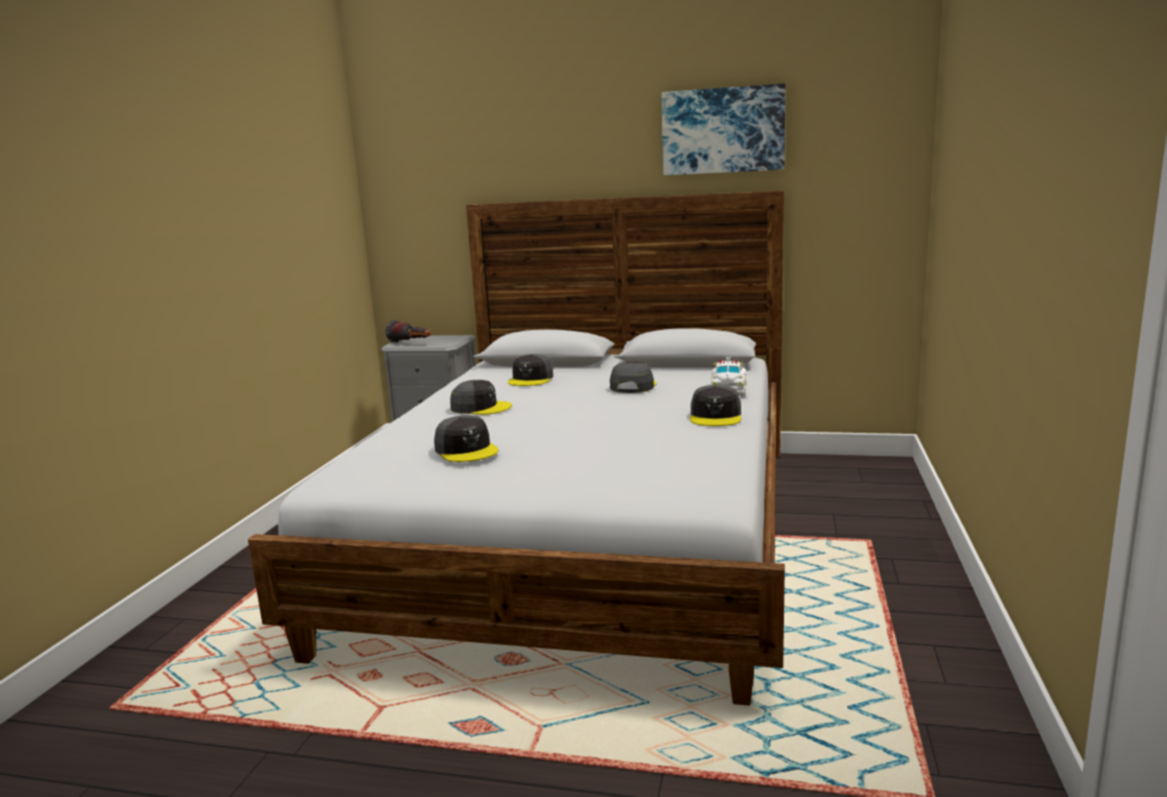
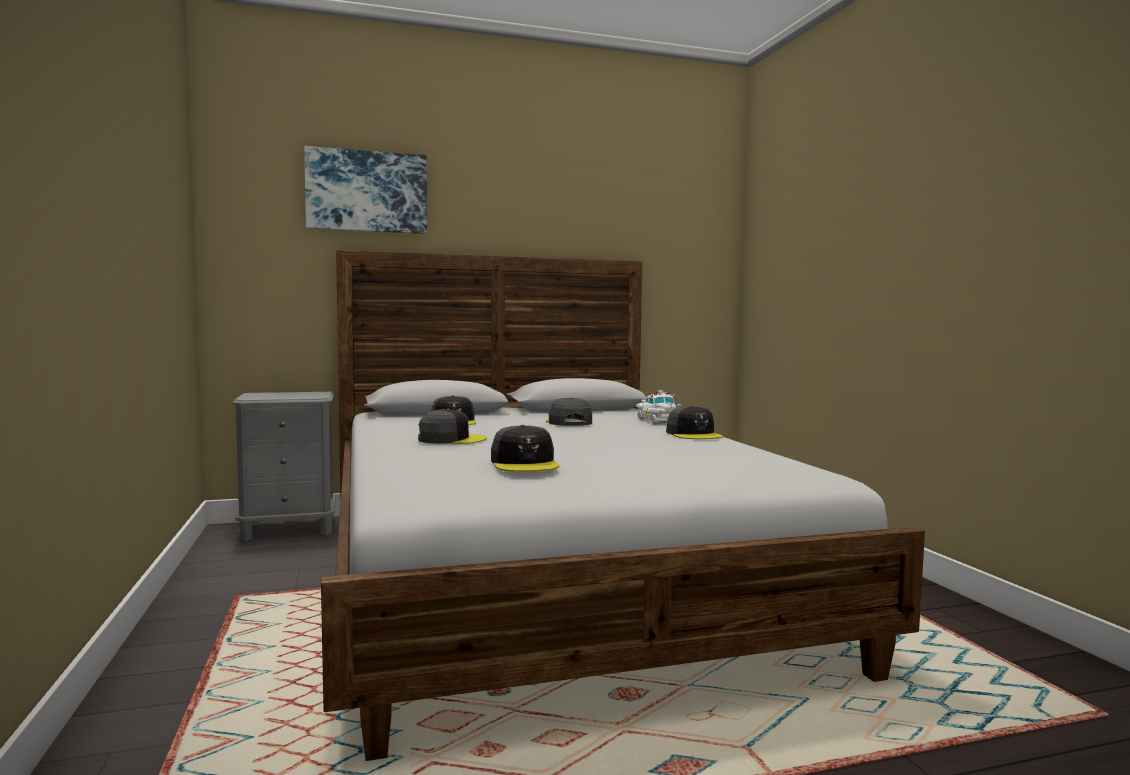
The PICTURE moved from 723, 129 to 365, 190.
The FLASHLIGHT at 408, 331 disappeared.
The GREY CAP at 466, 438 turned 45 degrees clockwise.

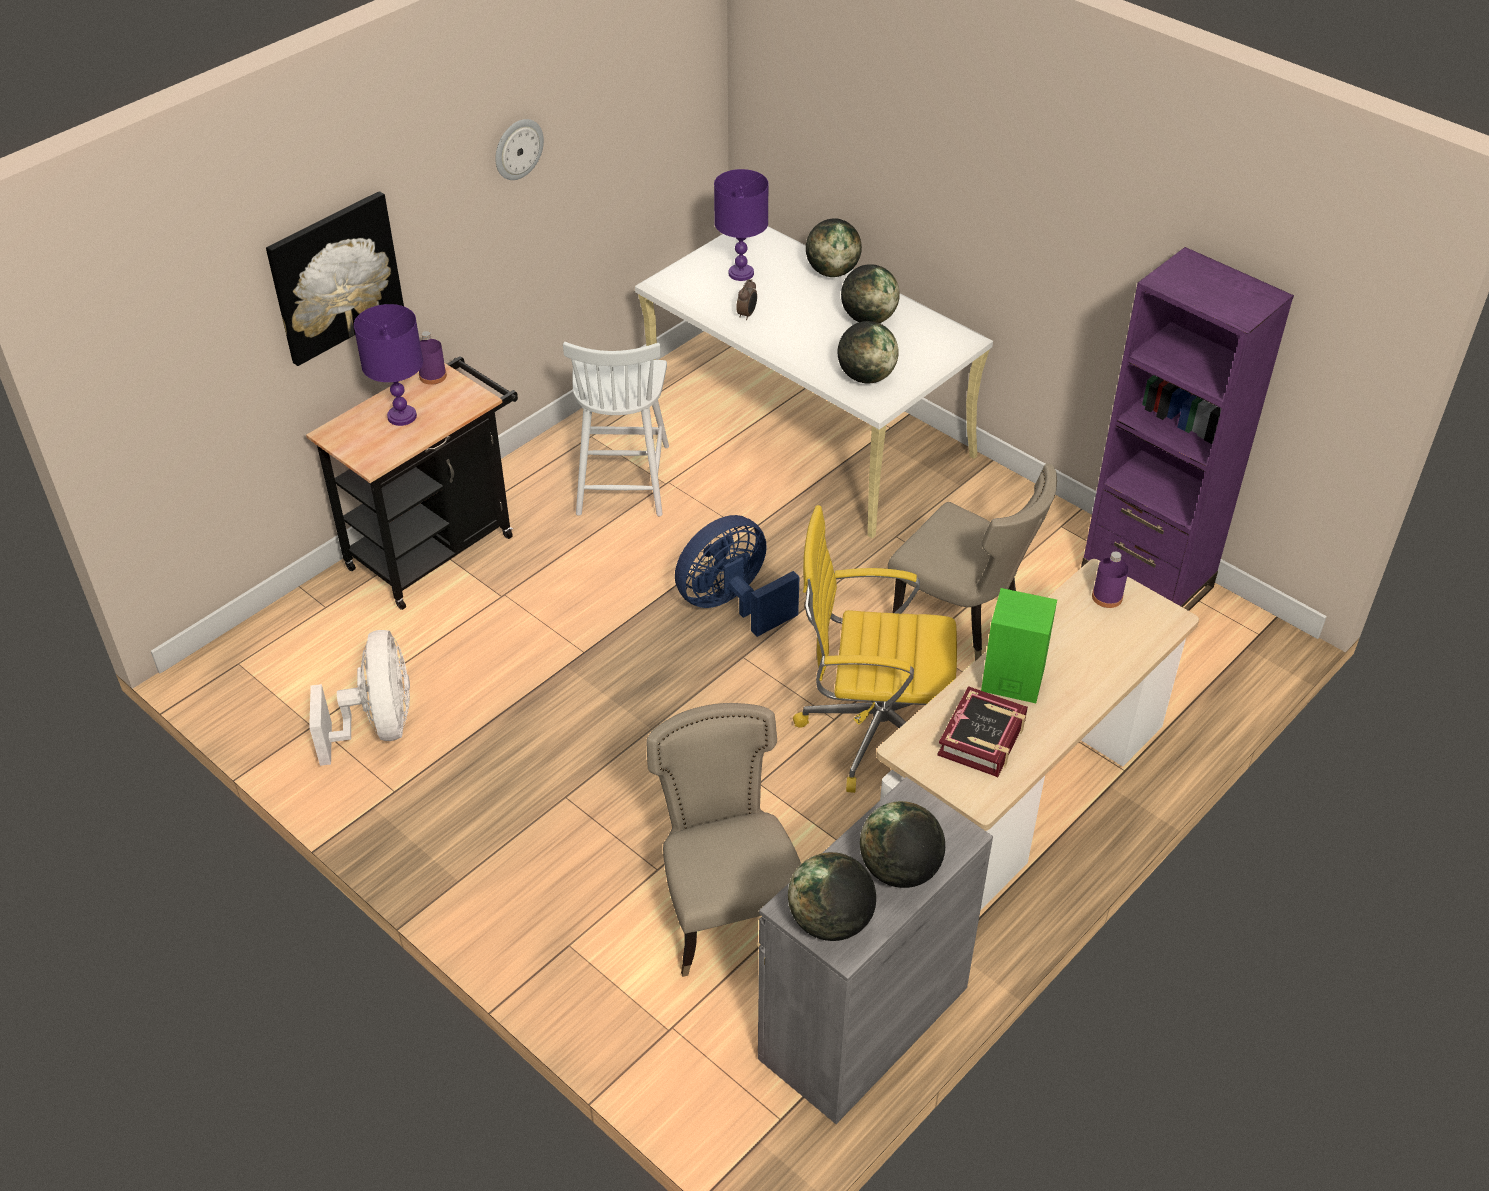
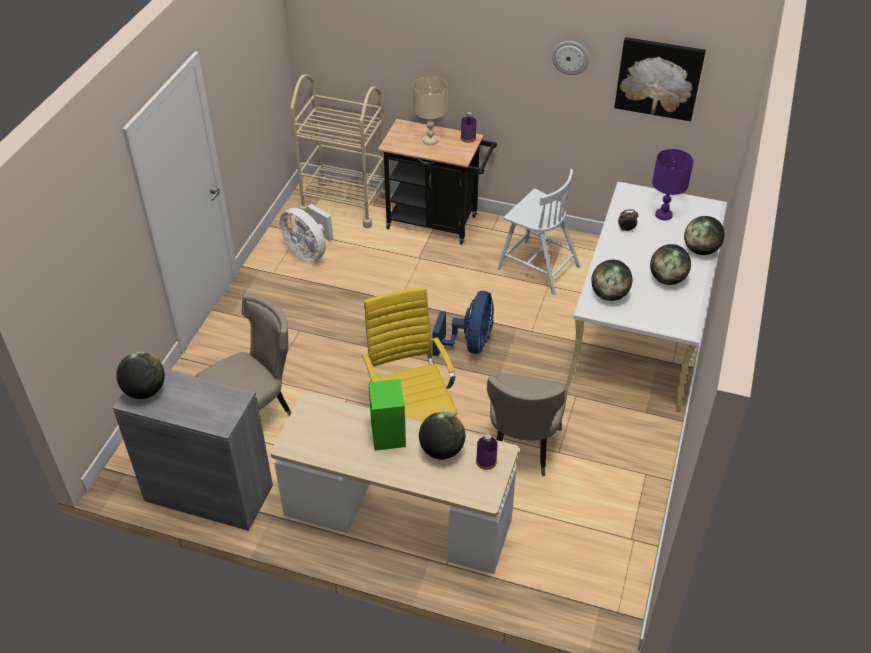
The PICTURE moved from 335, 278 to 660, 79.
The PURPLE BOOKCASE at 1187, 429 disappeared.
The PURPLE TABLE LAMP at 388, 365 became the BEIGE TABLE LAMP at 430, 110.
The WHITE CHAIR at 616, 429 turned 120 degrees counterclockwise.
The BLUE FAN at 737, 576 turned 75 degrees clockwise.
The WHITE FAN at 359, 698 turned 75 degrees clockwise.
The BOOK at 982, 731 disappeared.
The GLOBE moved from 902, 844 to 442, 436.
The BEIGE CART at 338, 151 appeared.

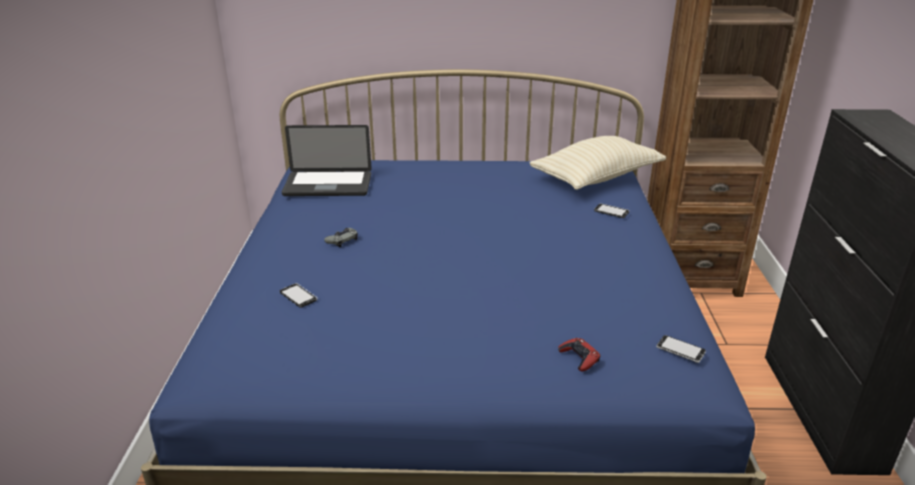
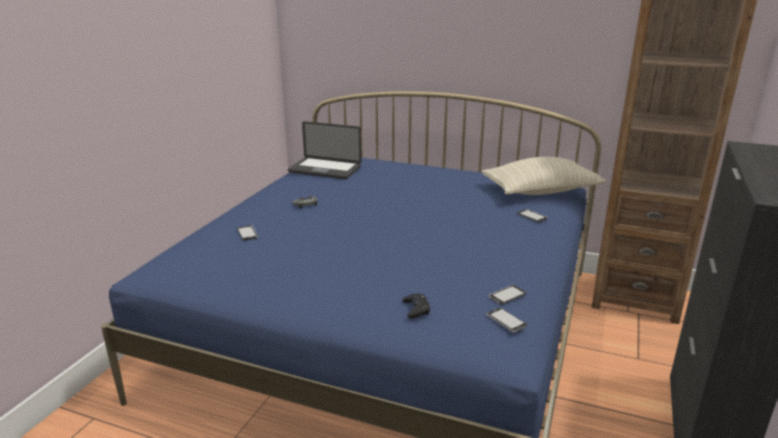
The RED GAME CONTROLLER at 579, 354 became the BLACK GAME CONTROLLER at 416, 306.
The PHONE at 507, 295 appeared.

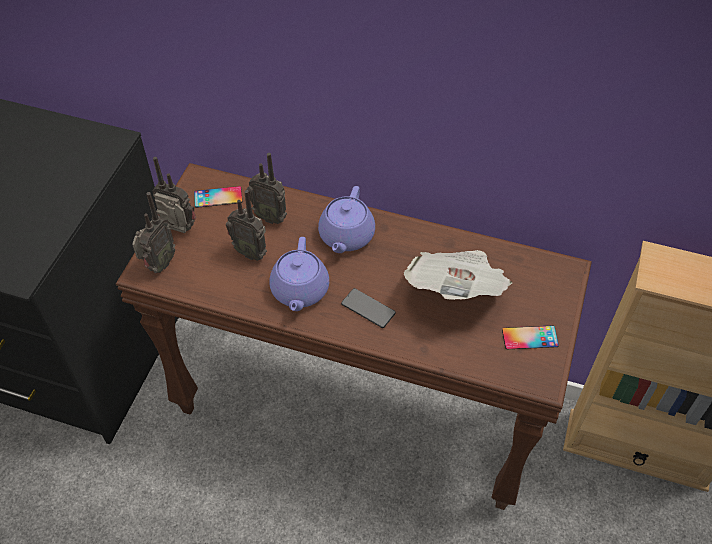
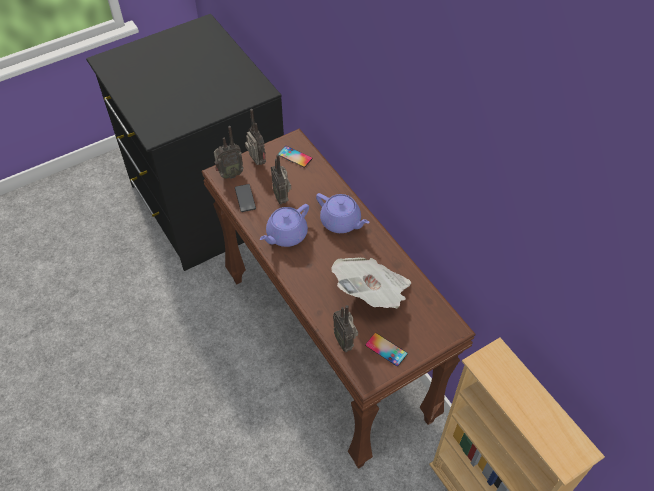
The RADIO moved from 266, 188 to 345, 328.
The PURPLE TEAPOT at 346, 219 turned 105 degrees counterclockwise.
The PHONE moved from 368, 308 to 245, 198.

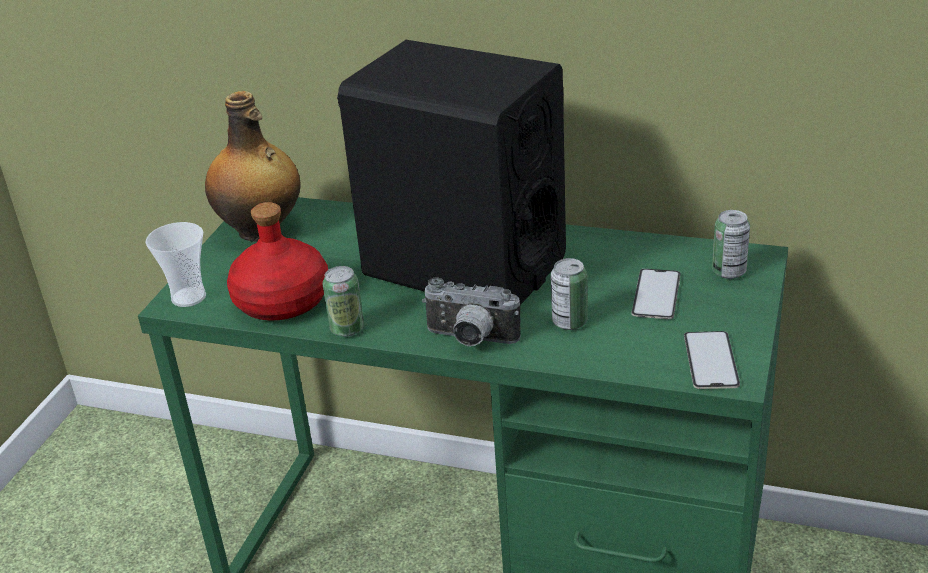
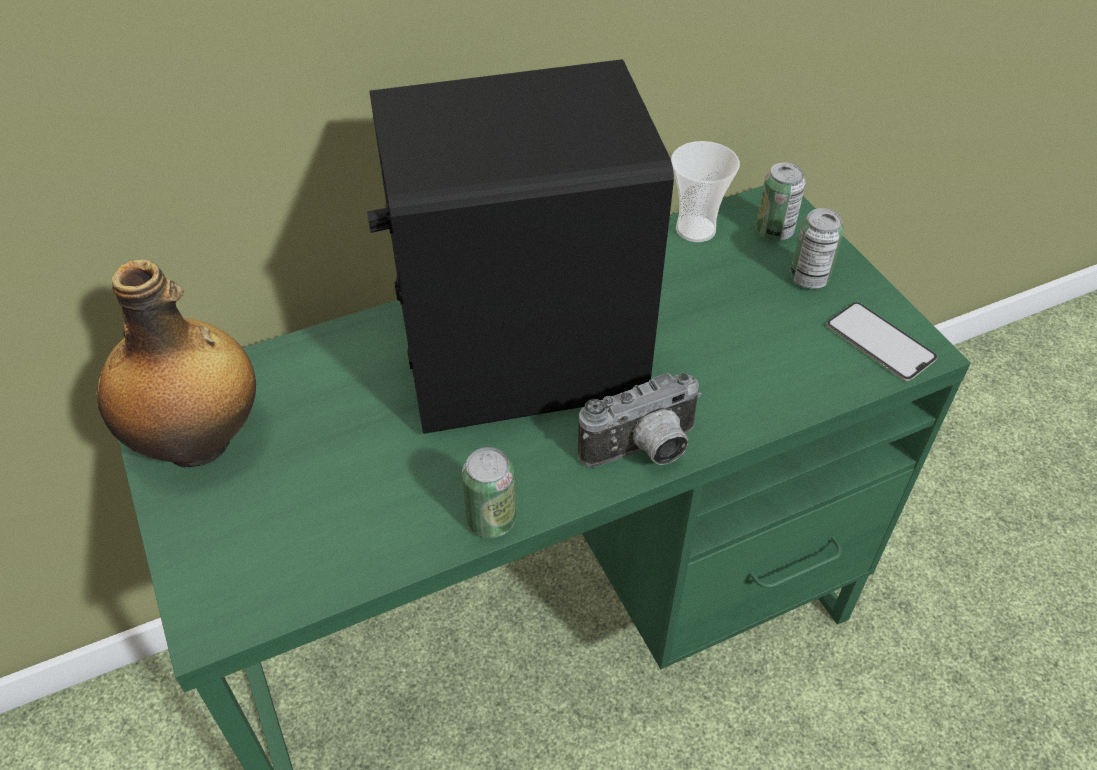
The RED BOTTLE at 277, 261 disappeared.
The CUP moved from 175, 264 to 705, 191.
The CAN moved from 569, 294 to 817, 248.
The PHONE at 656, 294 disappeared.

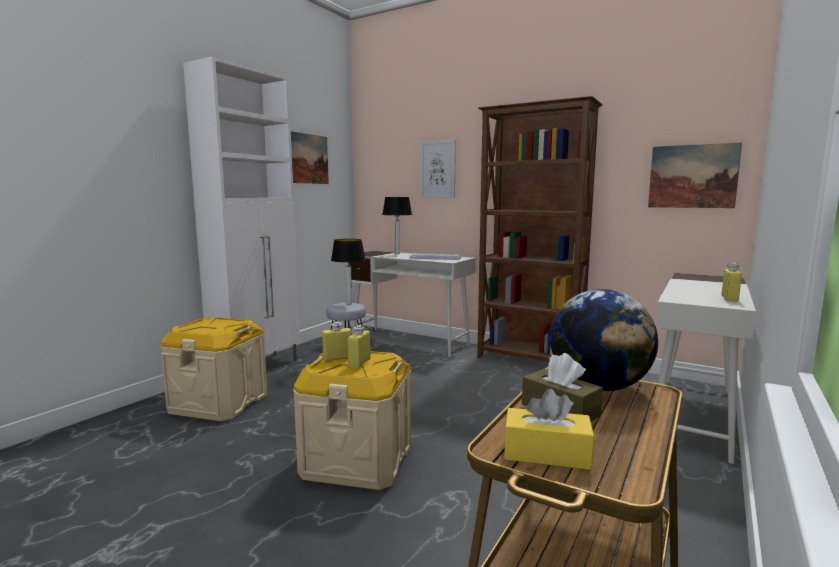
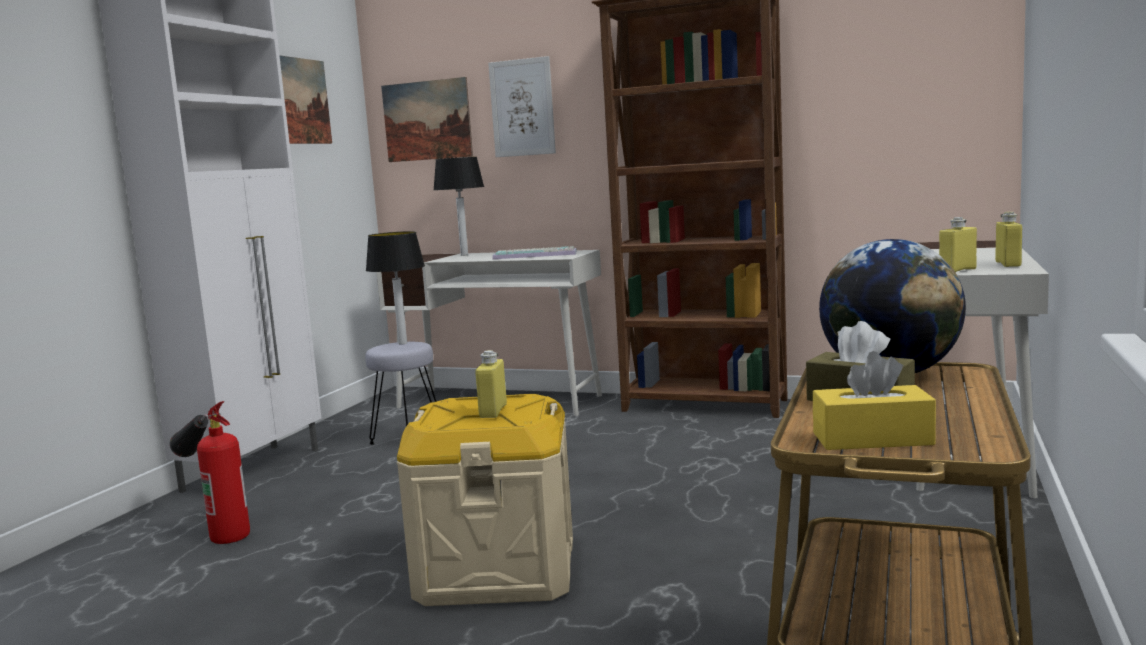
The PICTURE moved from 695, 175 to 427, 119.
The BEIGE STORAGE BOX at 213, 369 was replaced by the FIRE EXTINGUISHER at 210, 472.
The YELLOW BOTTLE moved from 337, 342 to 958, 244.

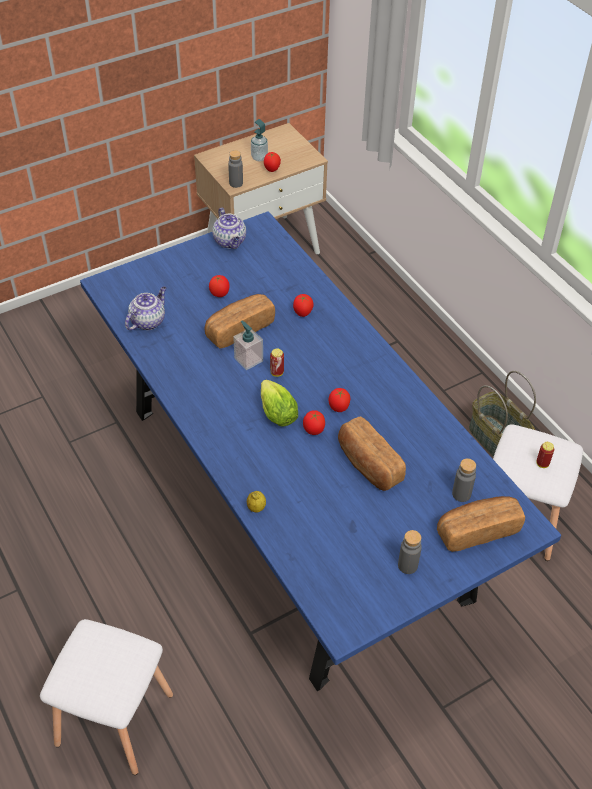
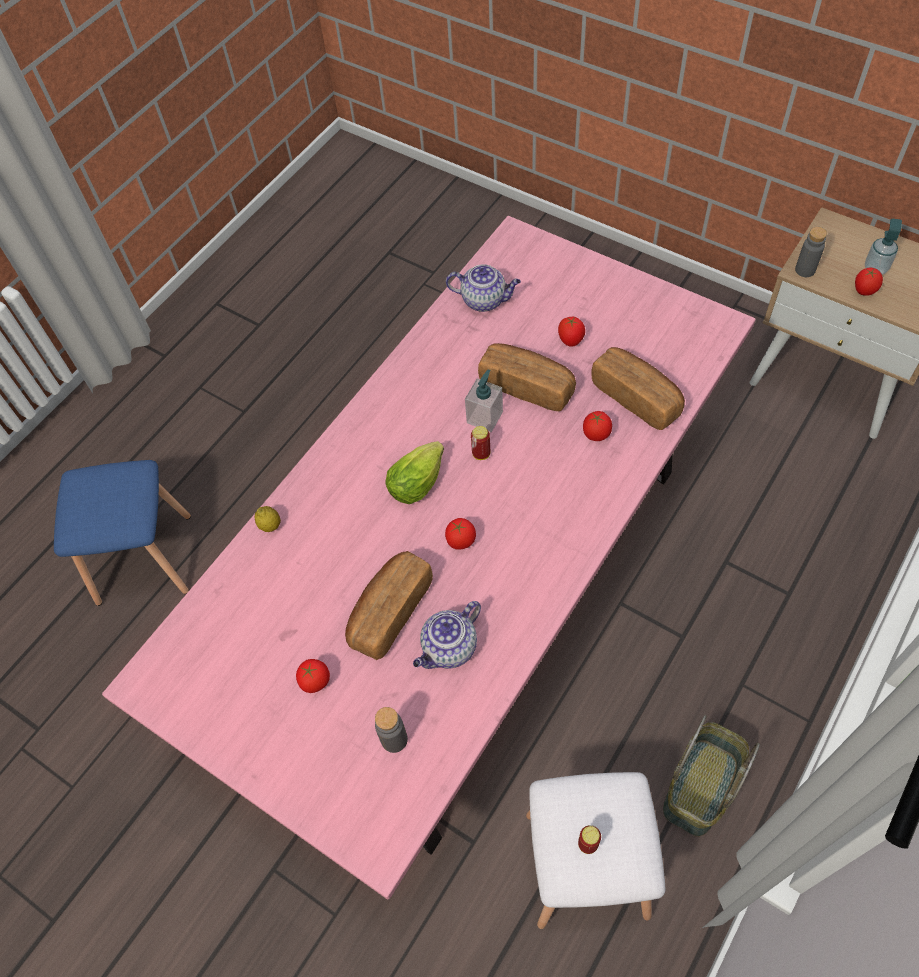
The TEAPOT moved from 229, 228 to 447, 635.
The BLUE DINING TABLE at 320, 451 became the PINK DINING TABLE at 429, 557.
The TOMATO moved from 314, 422 to 313, 676.
The BREAD moved from 481, 524 to 638, 388.
The GREY BOTTLE at 410, 552 disappeared.
The WHITE STOOL at 106, 697 became the BLUE STOOL at 122, 533.

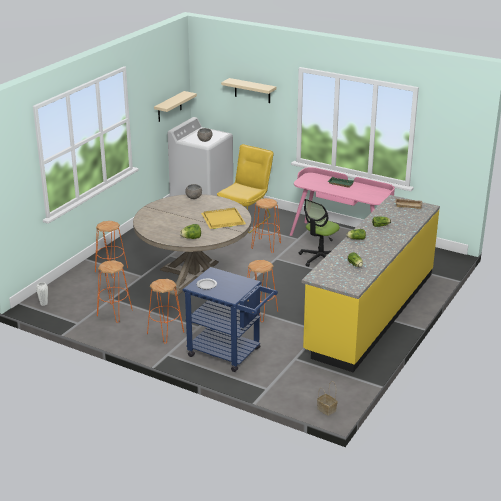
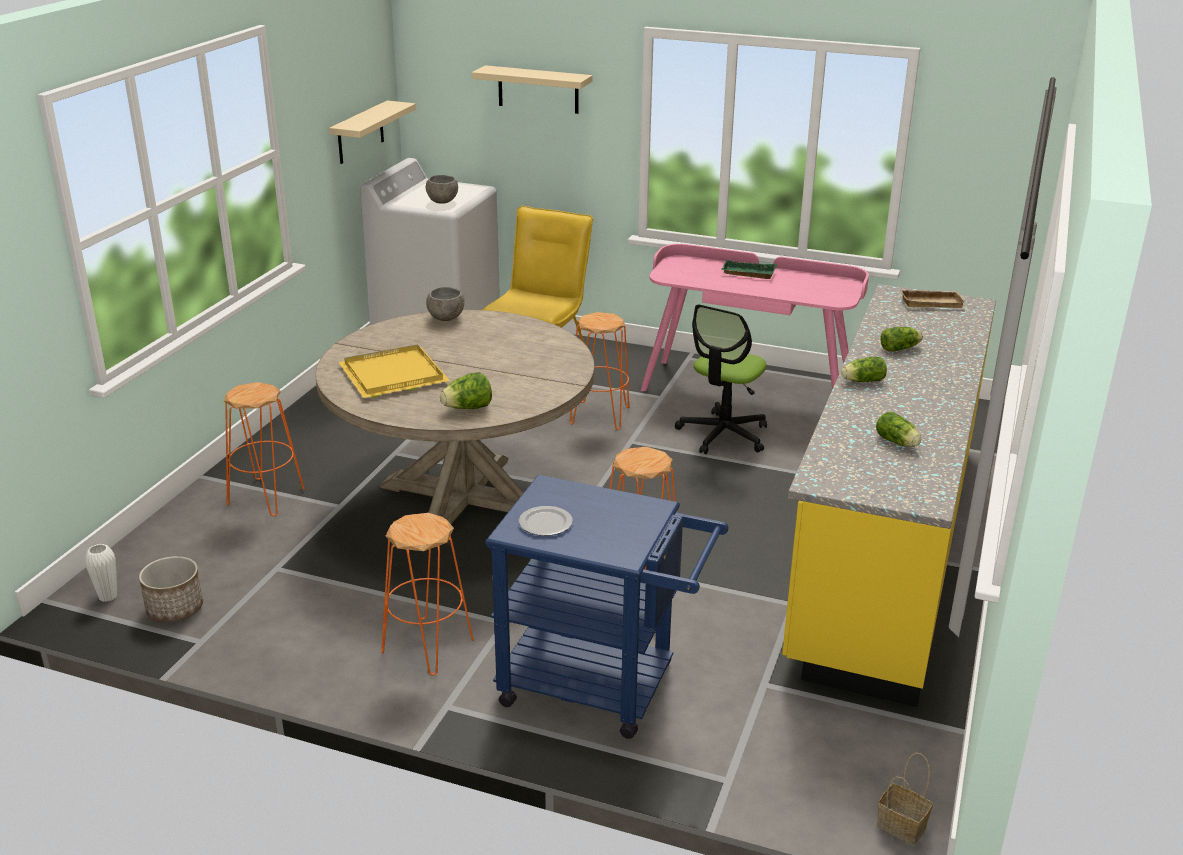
The YELLOW TRAY moved from 223, 218 to 394, 371.
The ORANGE STOOL at 115, 291 disappeared.
The PLANTER at 171, 589 appeared.

